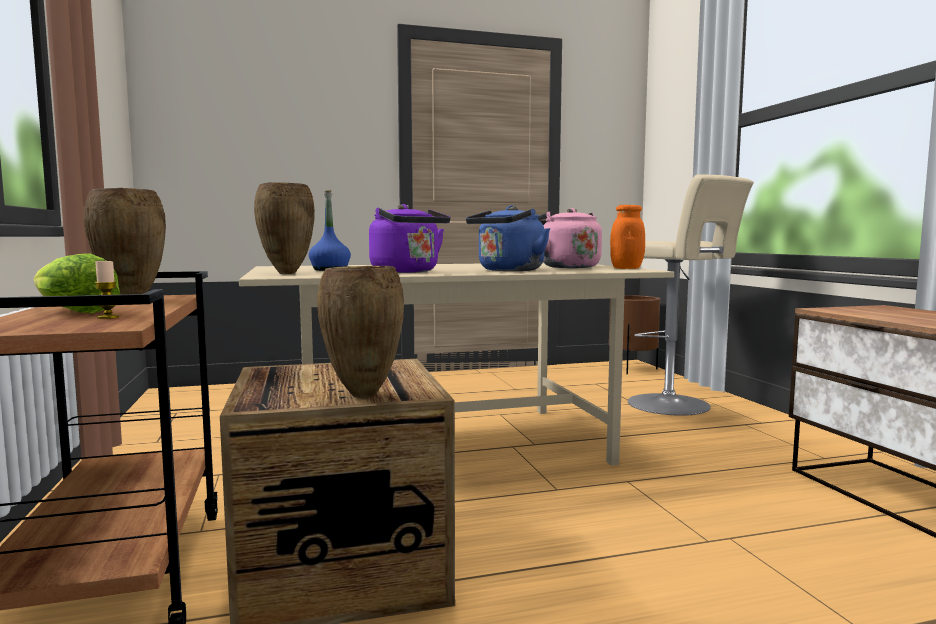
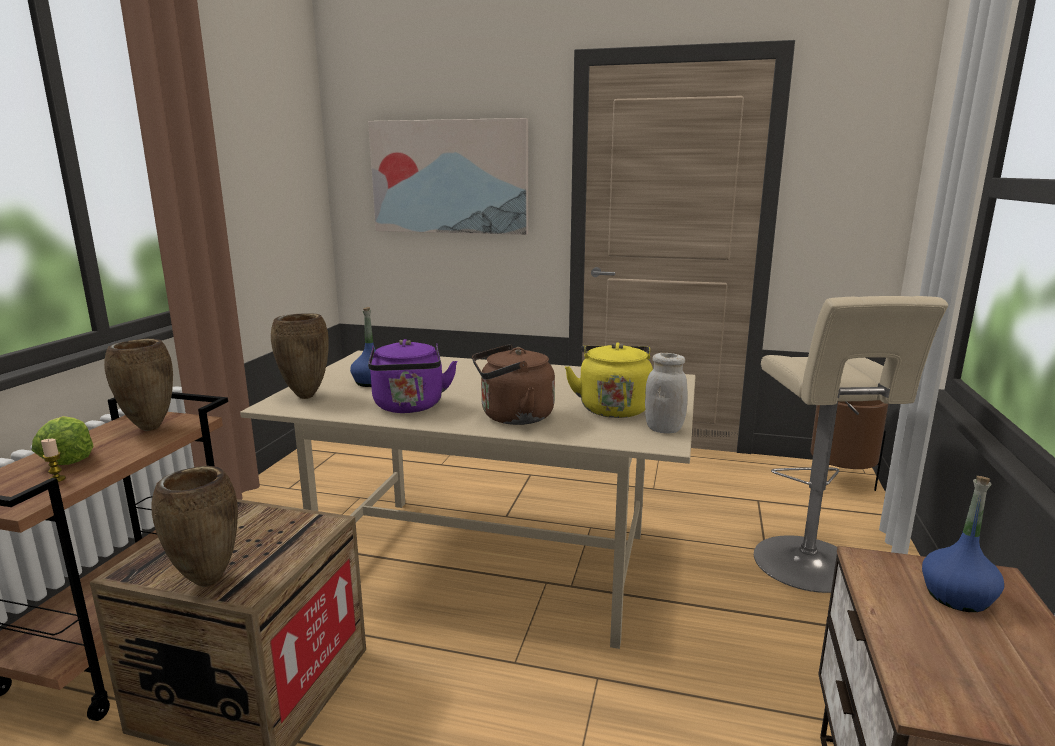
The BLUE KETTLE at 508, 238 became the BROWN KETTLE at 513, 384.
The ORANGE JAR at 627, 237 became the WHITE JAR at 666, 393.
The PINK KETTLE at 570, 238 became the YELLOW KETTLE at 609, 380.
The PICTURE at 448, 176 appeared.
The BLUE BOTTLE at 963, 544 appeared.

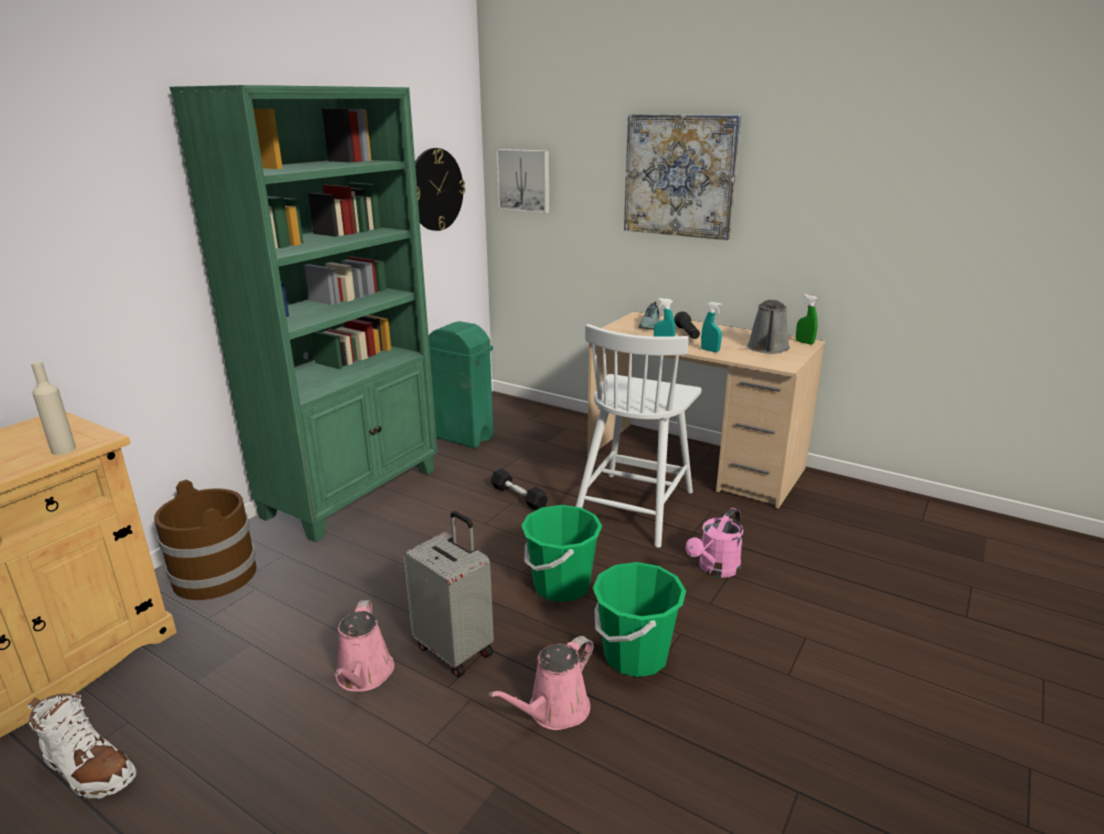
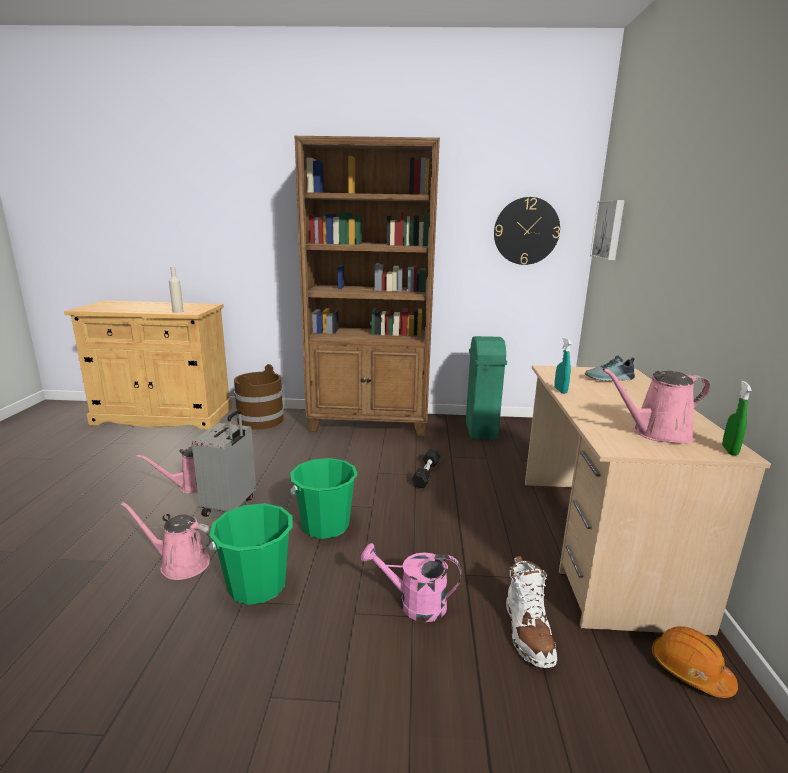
The GREEN BOOKCASE at 304, 313 became the BROWN BOOKCASE at 367, 286.
The PICTURE at 683, 177 disappeared.
The GREY WATERING CAN at 768, 326 became the PINK WATERING CAN at 656, 406.
The TURQUOISE SPRAY BOTTLE at 711, 327 disappeared.
The BLACK FLASHLIGHT at 687, 325 disappeared.
The WHITE CHAIR at 639, 436 disappeared.
The WHITE BOOT moved from 81, 746 to 531, 612.
The ORANGE HARD HAT at 695, 662 appeared.

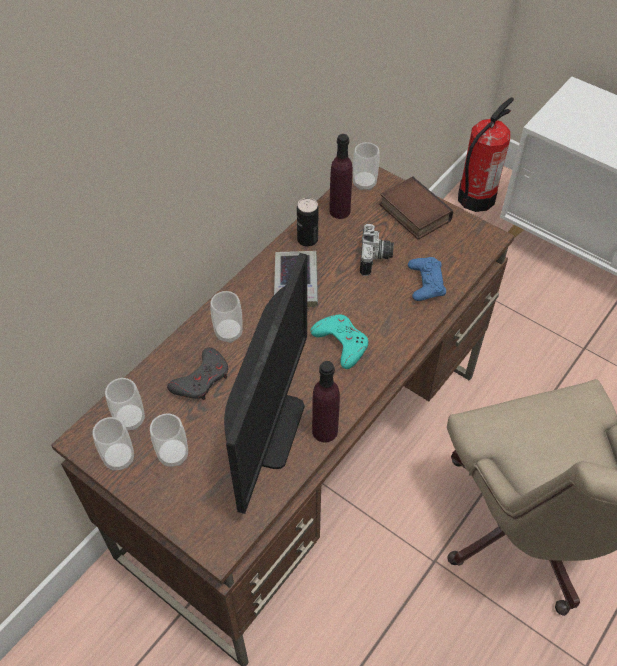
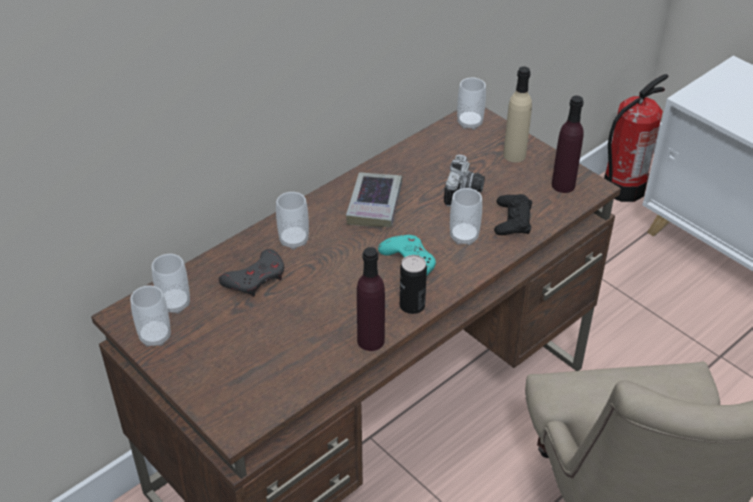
The PURPLE BOTTLE moved from 341, 176 to 568, 144.
The BOOK at 416, 208 was replaced by the BEIGE BOTTLE at 517, 114.
The CAN moved from 308, 222 to 413, 284.
The MONITOR at 265, 383 disappeared.
The BLUE GAME CONTROLLER at 427, 279 became the BLACK GAME CONTROLLER at 513, 214.
The CUP moved from 169, 440 to 466, 216.

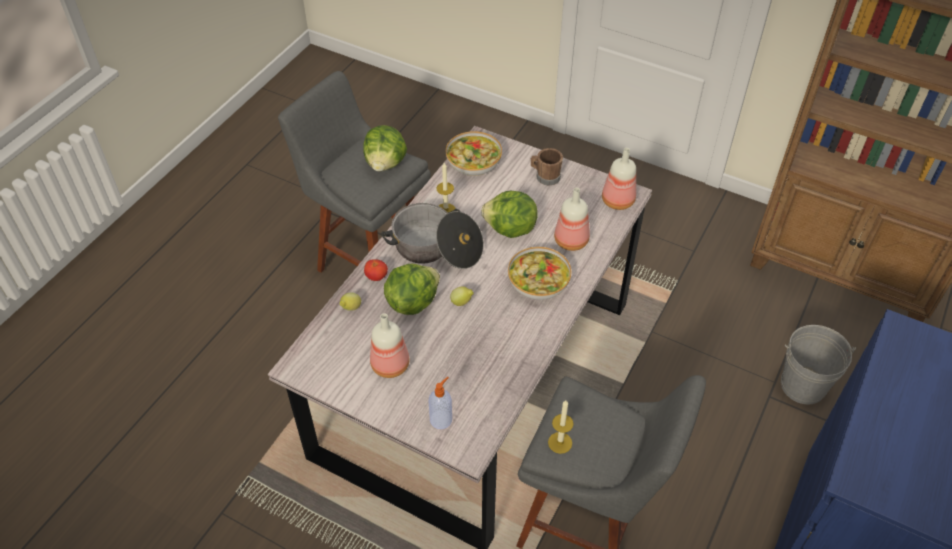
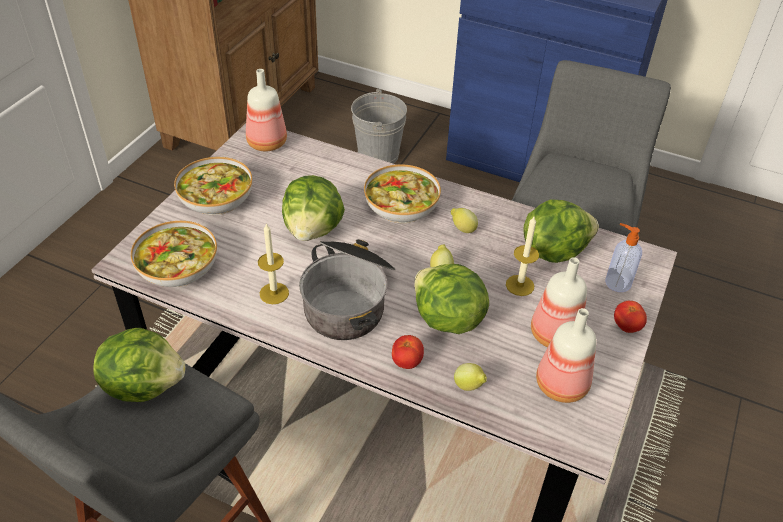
The BROWN MUG at 547, 167 was replaced by the BOWL at 213, 186.
The BOTTLE moved from 572, 219 to 566, 355.
The CANDLE moved from 560, 427 to 522, 256.
The LETTUCE at 561, 231 appeared.
The LEMON at 464, 220 appeared.
The TOMATO at 630, 317 appeared.

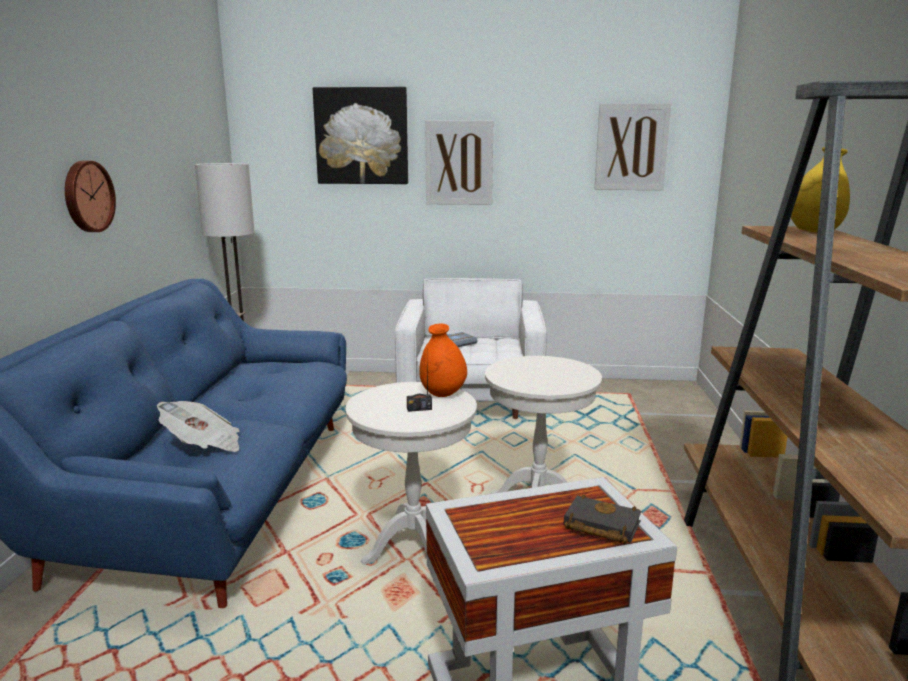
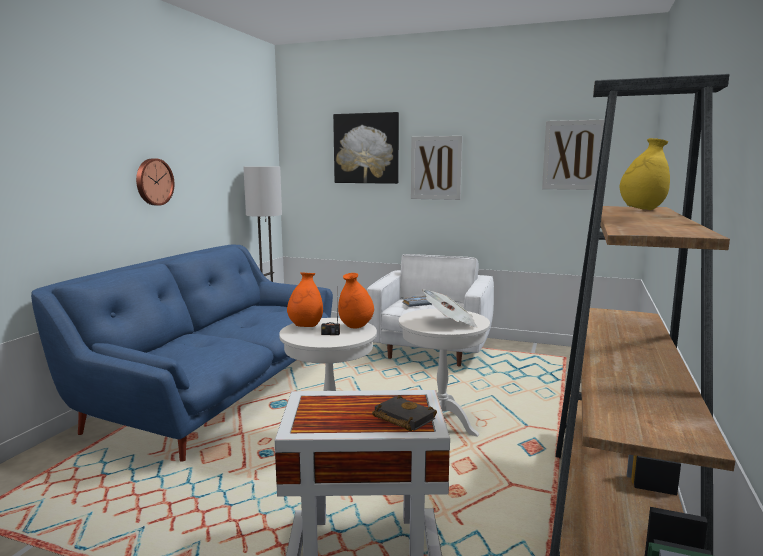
The NEWSPAPER moved from 198, 426 to 450, 308.
The ORANGE VASE at 305, 299 appeared.

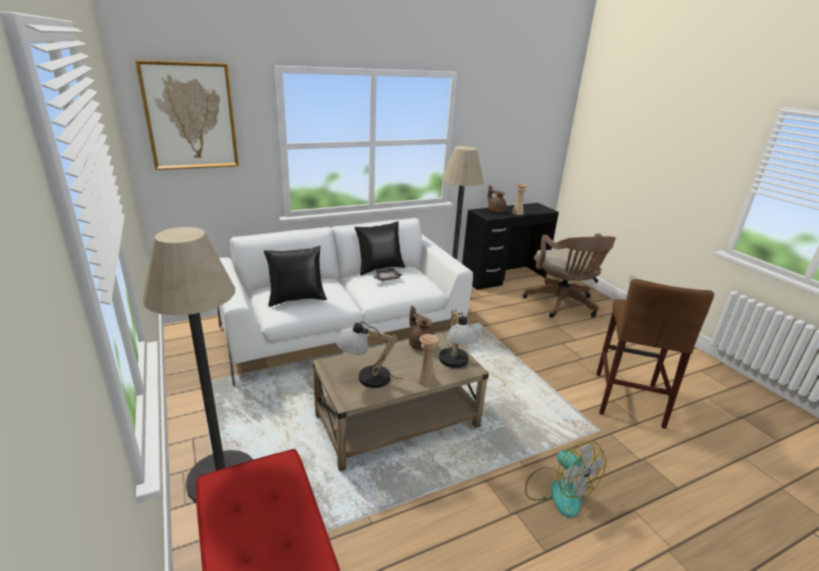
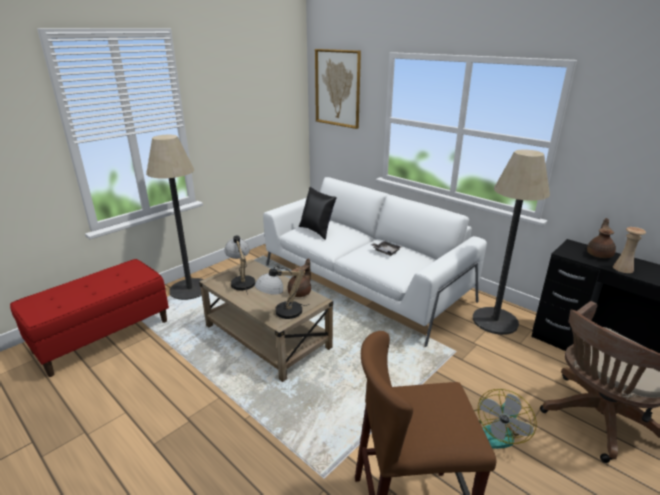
The BLACK PILLOW at 380, 248 disappeared.
The BEIGE VASE at 427, 360 disappeared.
The FAN moved from 565, 479 to 505, 419.

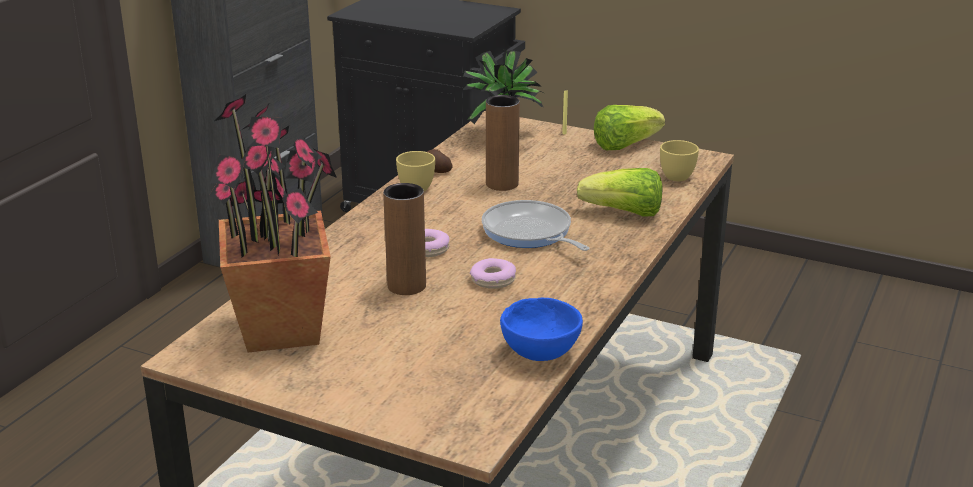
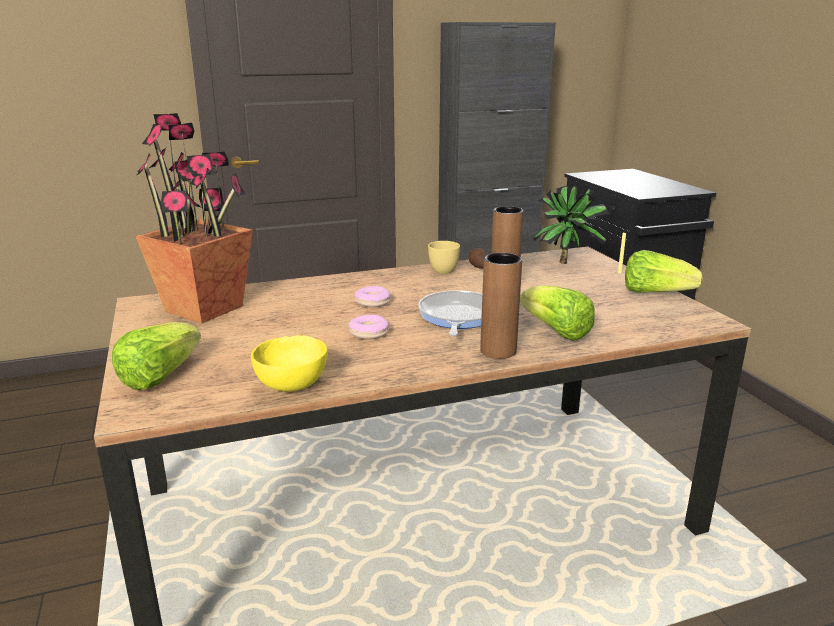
The YELLOW CUP at 679, 160 disappeared.
The BROWN VASE moved from 404, 239 to 501, 306.
The BLUE BOWL at 541, 329 became the YELLOW BOWL at 289, 363.
The LETTUCE at 156, 356 appeared.

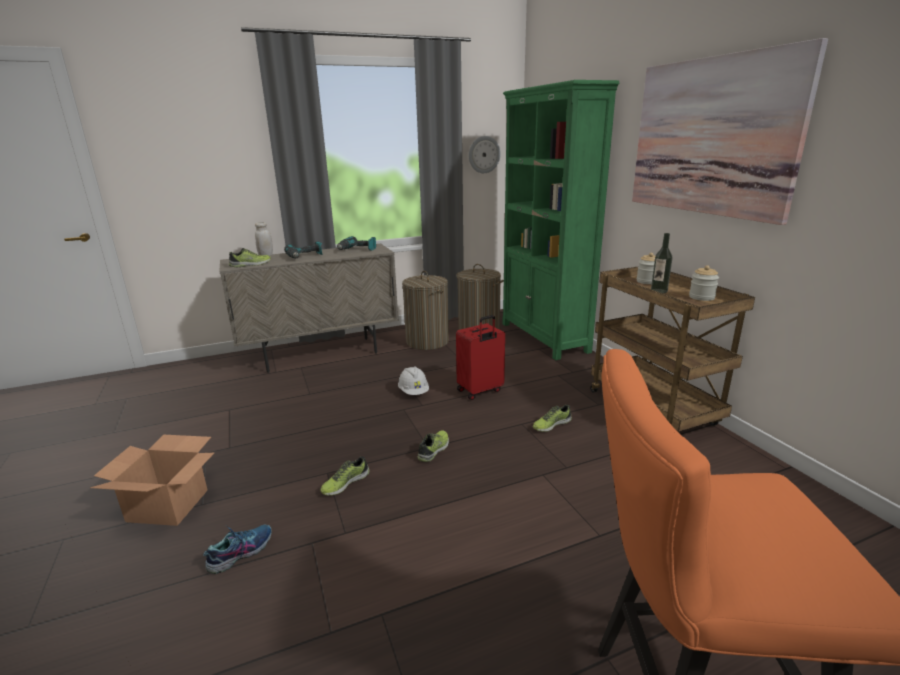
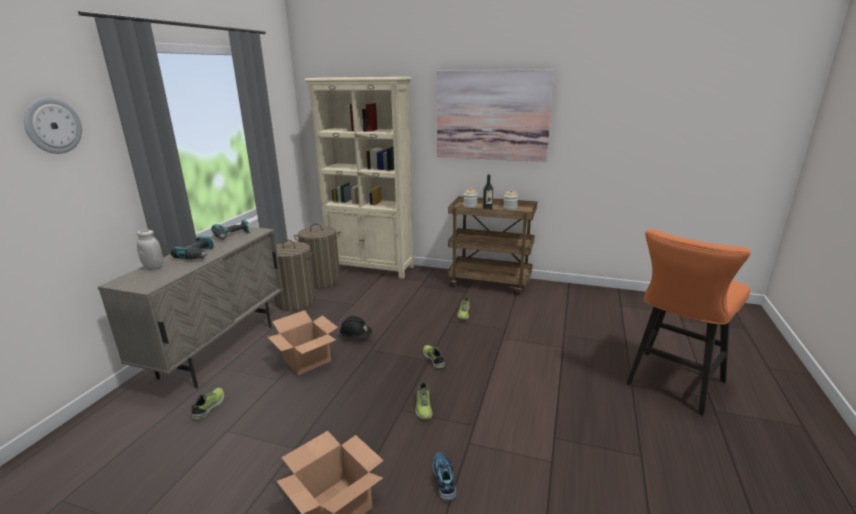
The GREEN BOOKCASE at 560, 220 became the BEIGE BOOKCASE at 359, 178.
The WALL CLOCK moved from 485, 154 to 53, 125.
The SHOE moved from 250, 257 to 207, 404.
The RED SUITCASE at 480, 357 disappeared.
The WHITE HARD HAT at 413, 380 became the BLACK HARD HAT at 356, 327.
The CARDBOARD BOX at 303, 342 appeared.

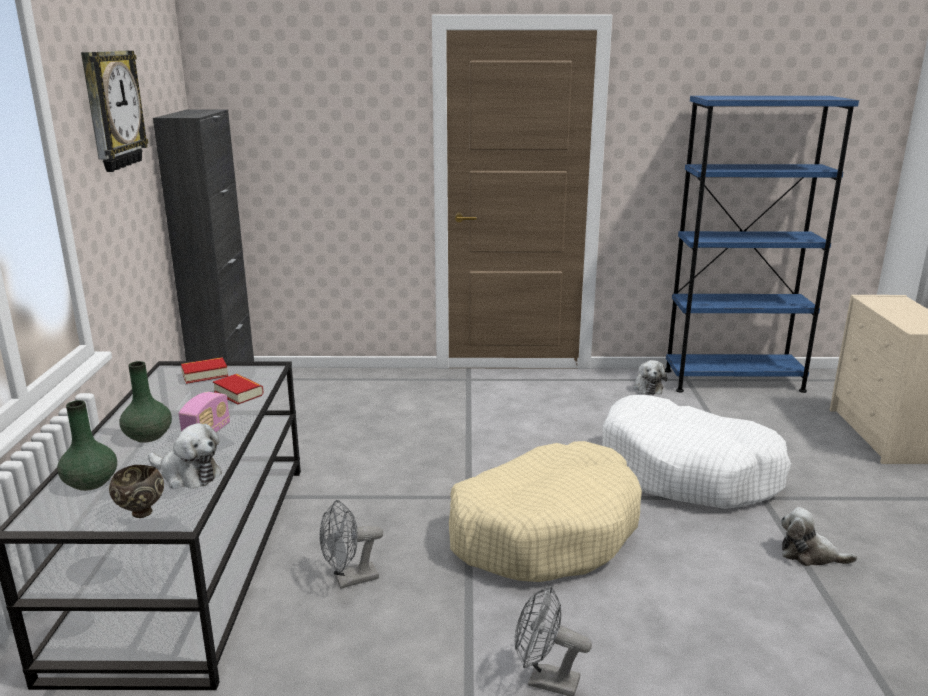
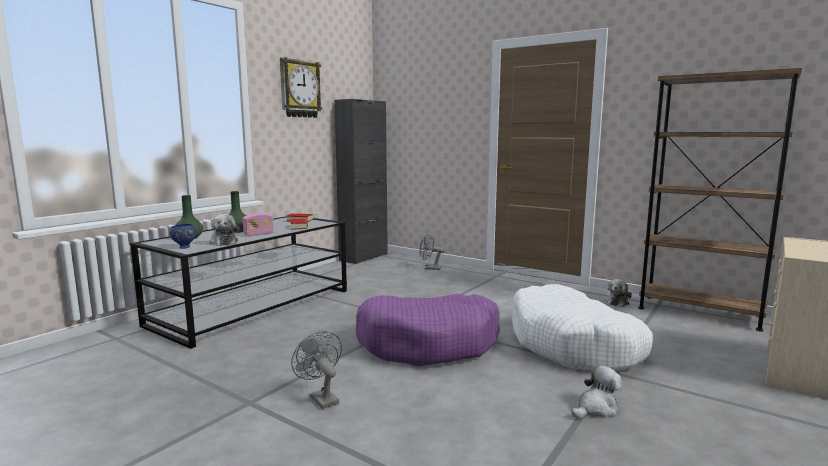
The BLUE BOOKCASE at 762, 244 became the BROWN BOOKCASE at 720, 200.
The BEIGE DOG BED at 545, 511 became the PURPLE DOG BED at 428, 330.
The BROWN BOWL at 136, 491 became the BLUE BOWL at 183, 236.
The GREY FAN moved from 351, 544 to 432, 252.
The PLUSH TOY at 819, 536 turned 90 degrees clockwise.

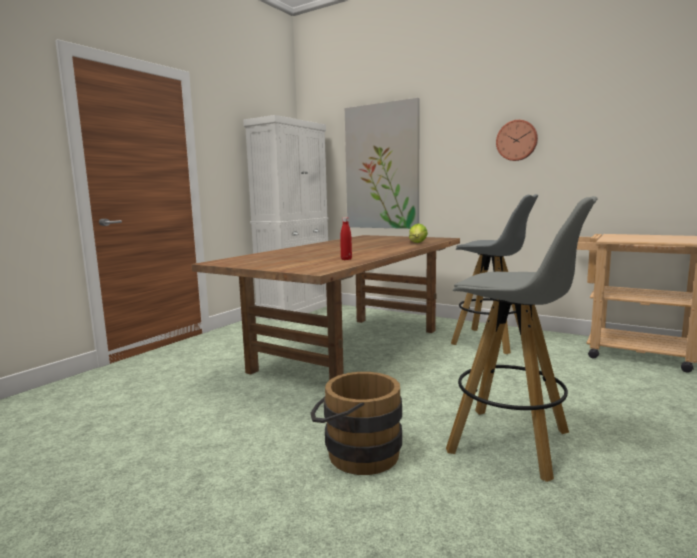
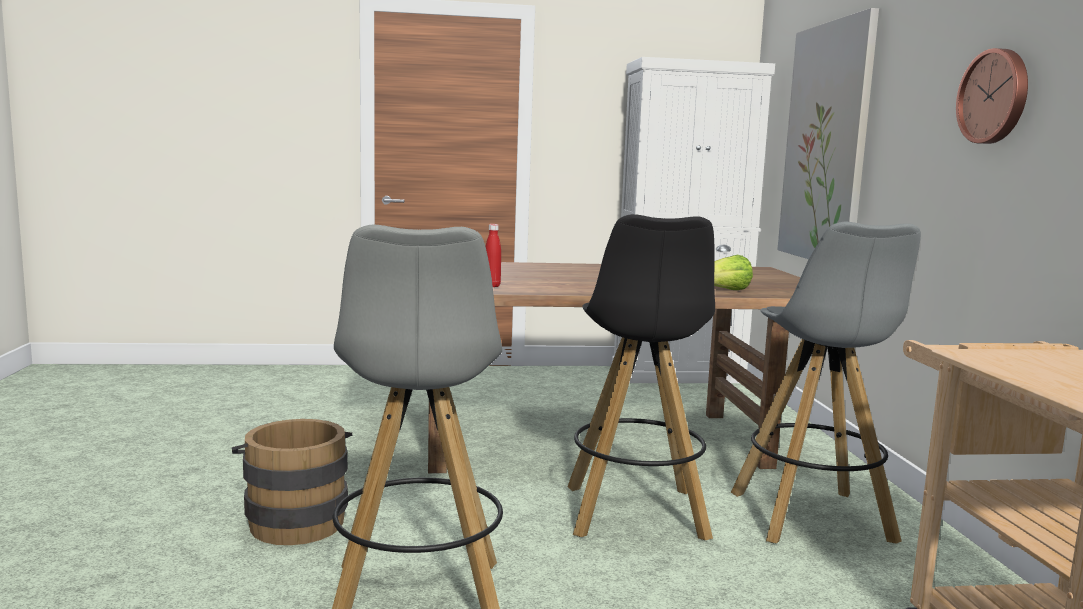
The BLACK STOOL at 641, 377 appeared.

